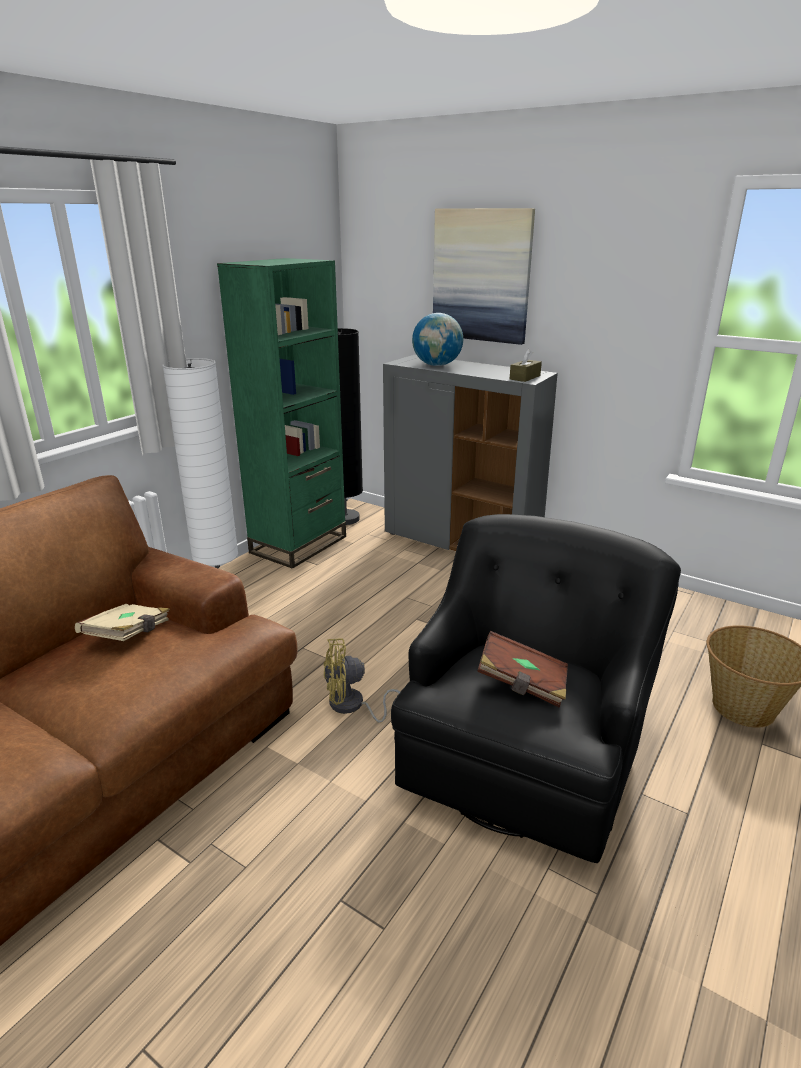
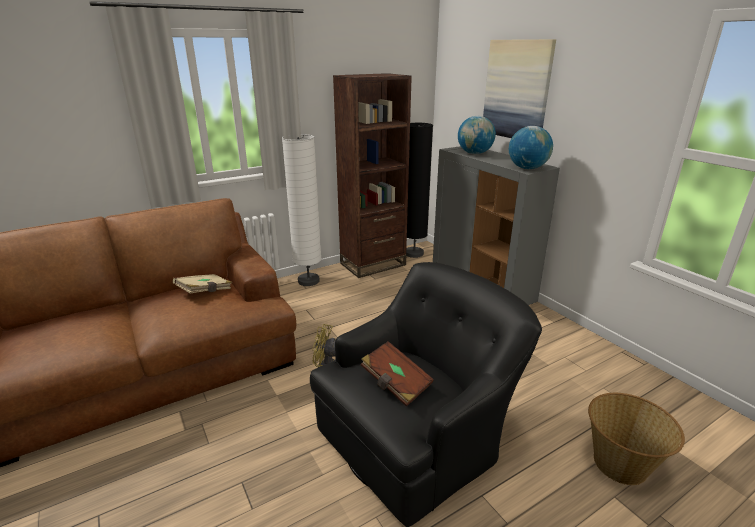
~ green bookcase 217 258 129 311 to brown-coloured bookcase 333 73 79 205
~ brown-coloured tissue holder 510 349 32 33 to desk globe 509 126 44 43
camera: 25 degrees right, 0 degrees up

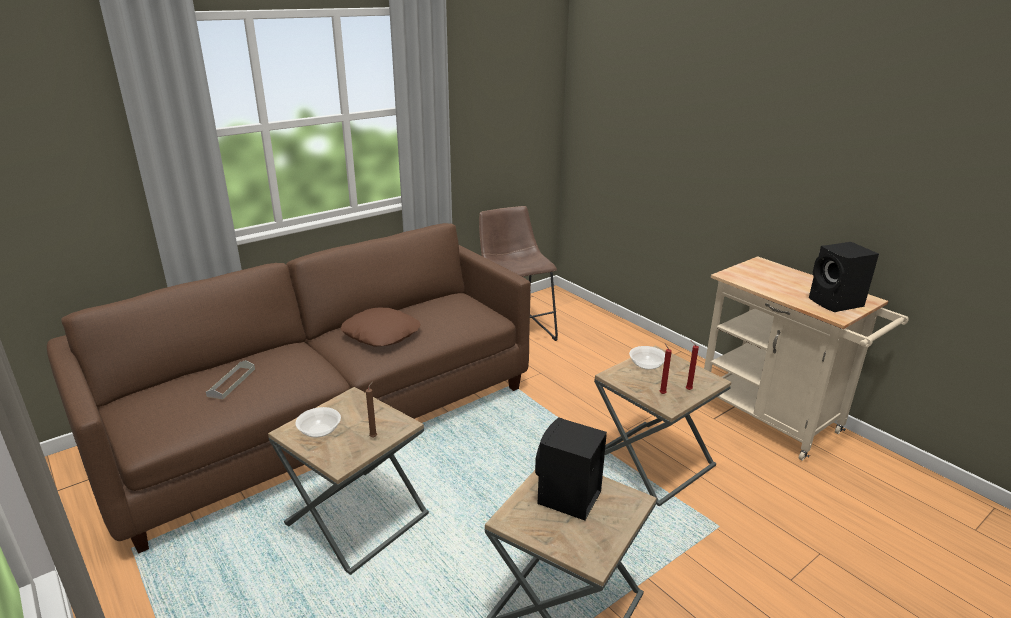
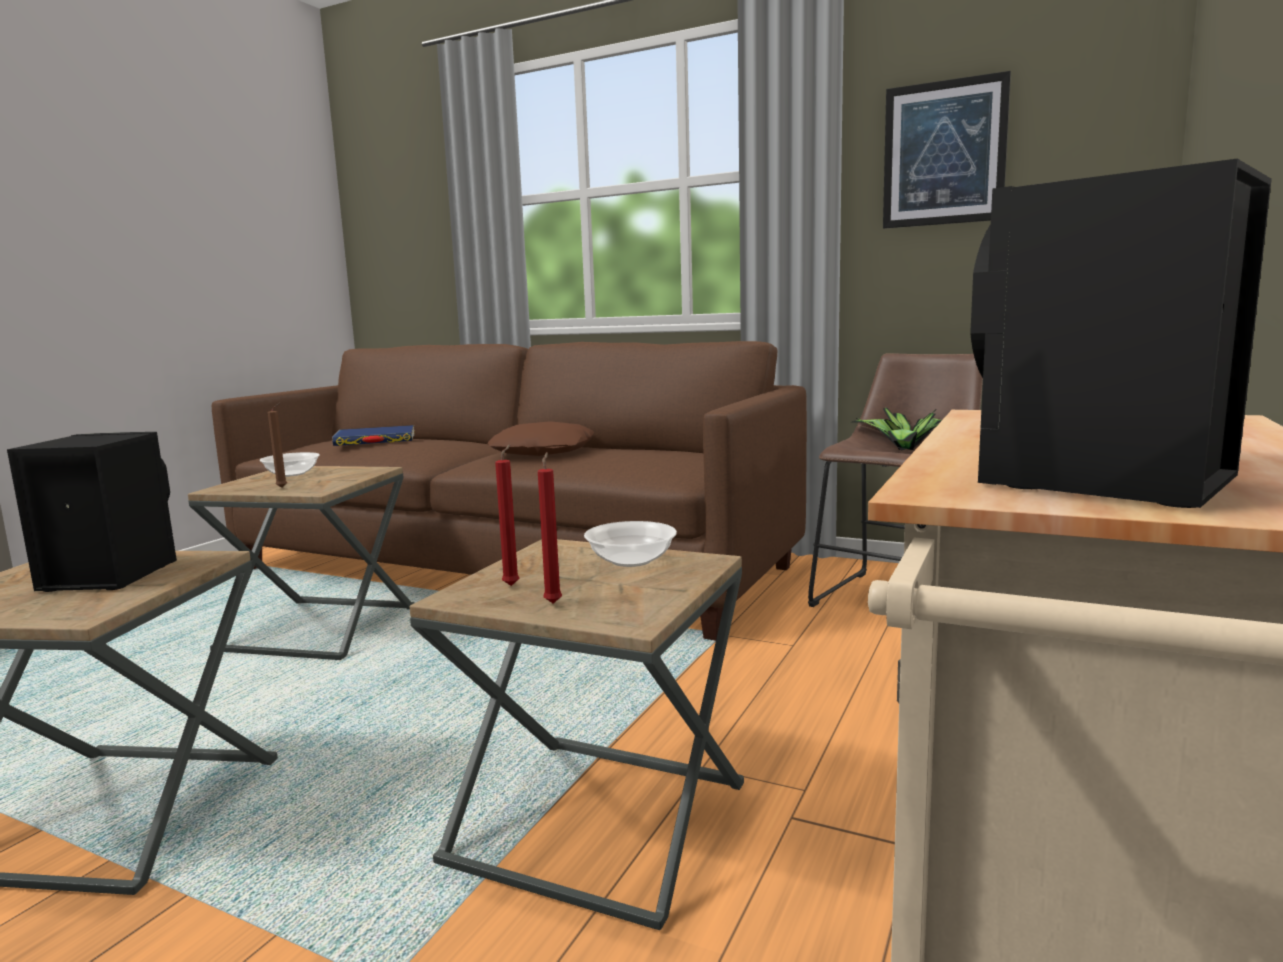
~ gray tray 206 360 49 39 to blue-coloured bound book 332 425 82 21
+ plant in a pot 852 408 90 43
+ picture 883 71 128 158
camera: 65 degrees right, 15 degrees down

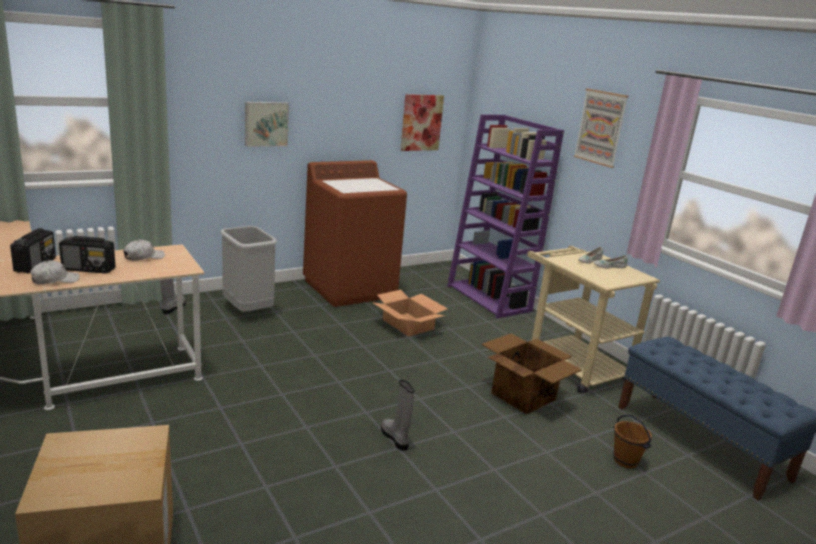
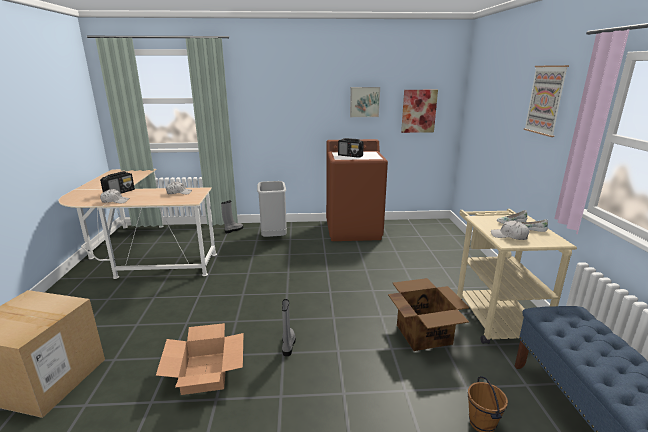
~ cardboard box 372 290 76 46 to 156 323 88 72
~ radio receiver 59 236 56 38 to 338 138 26 20
~ picture 245 102 44 45 to 350 87 30 30
+ white baseball cap 491 221 38 19
- purple-coloured bookcase 447 114 117 204
camera: 30 degrees right, 0 degrees up

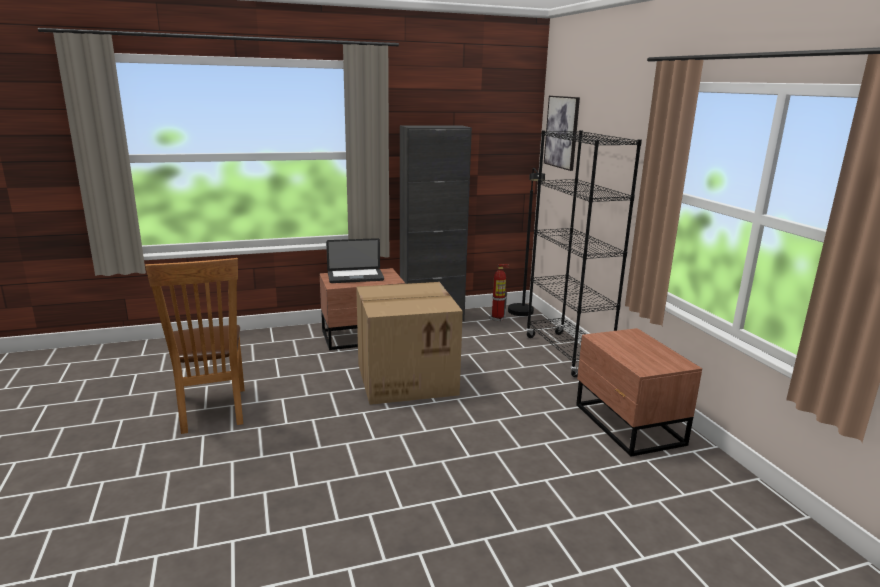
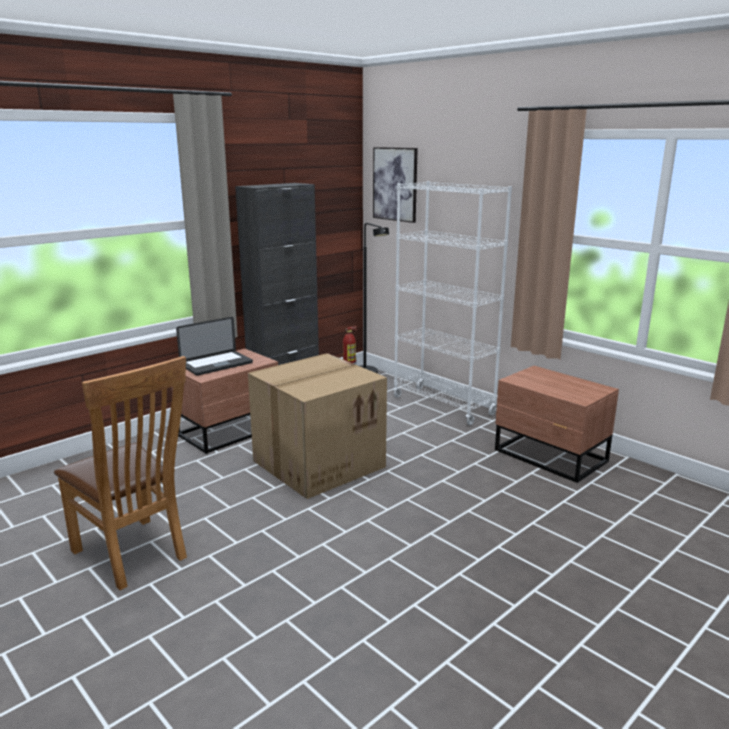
~ blackish bookcase 526 130 116 247 to white bookcase 393 181 119 244
camera: 25 degrees left, 0 degrees up

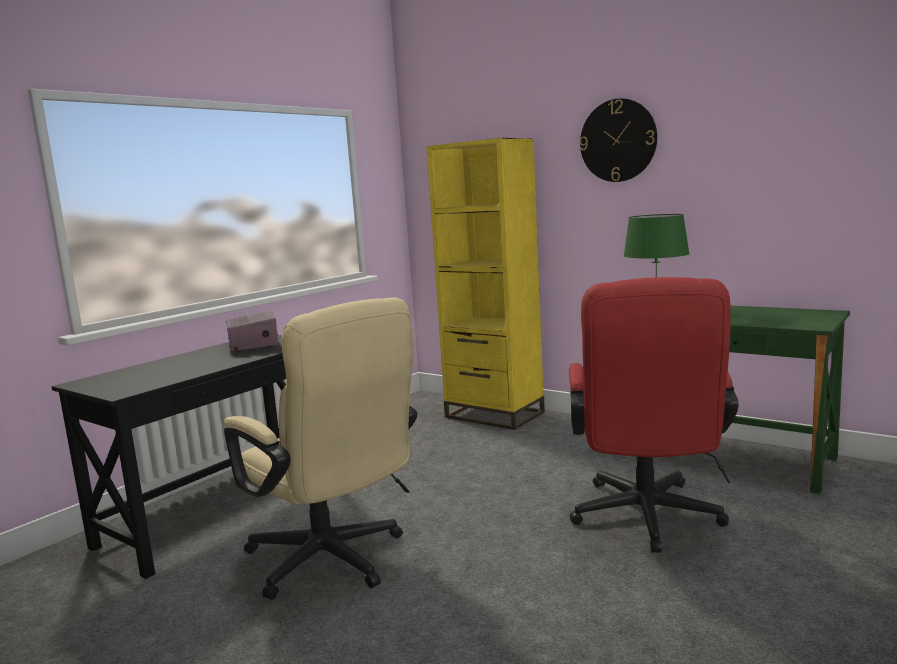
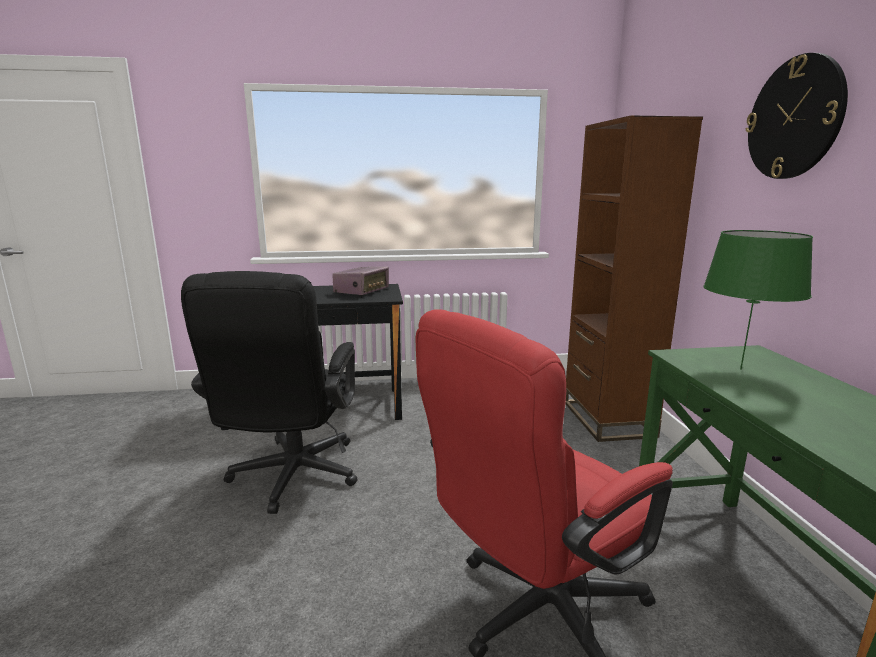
~ beige-coloured computer chair 224 298 193 302 to blackish computer chair 181 271 176 243
~ yellowish bookcase 427 138 118 292 to brown-coloured bookcase 566 115 137 327
camera: 45 degrees right, 5 degrees up

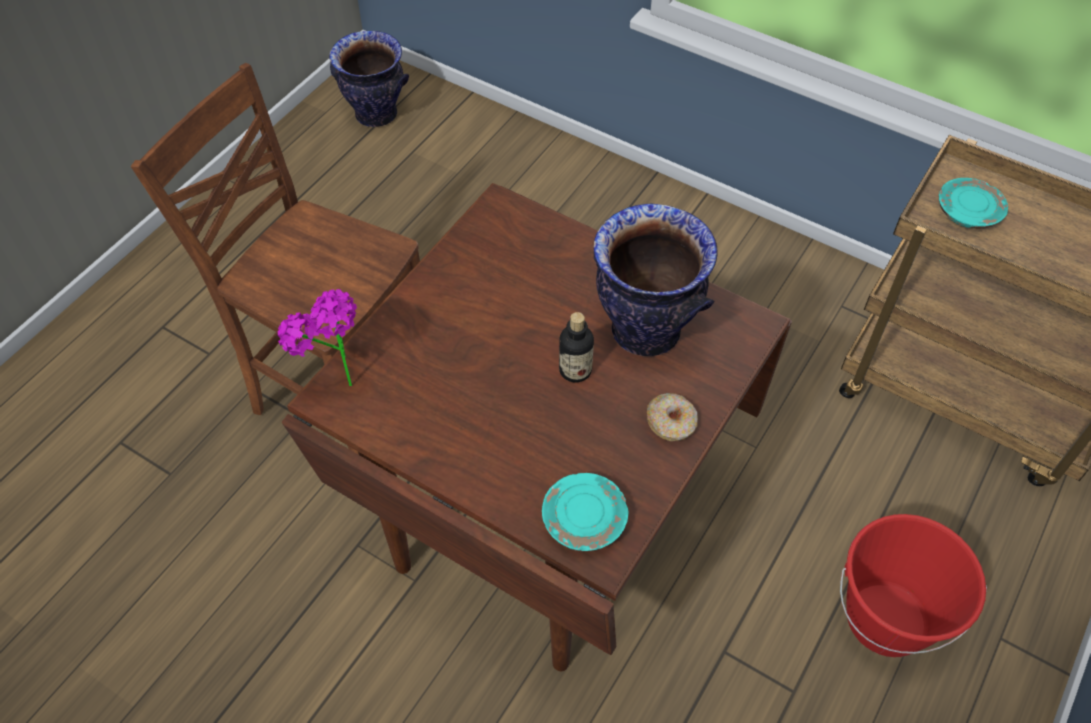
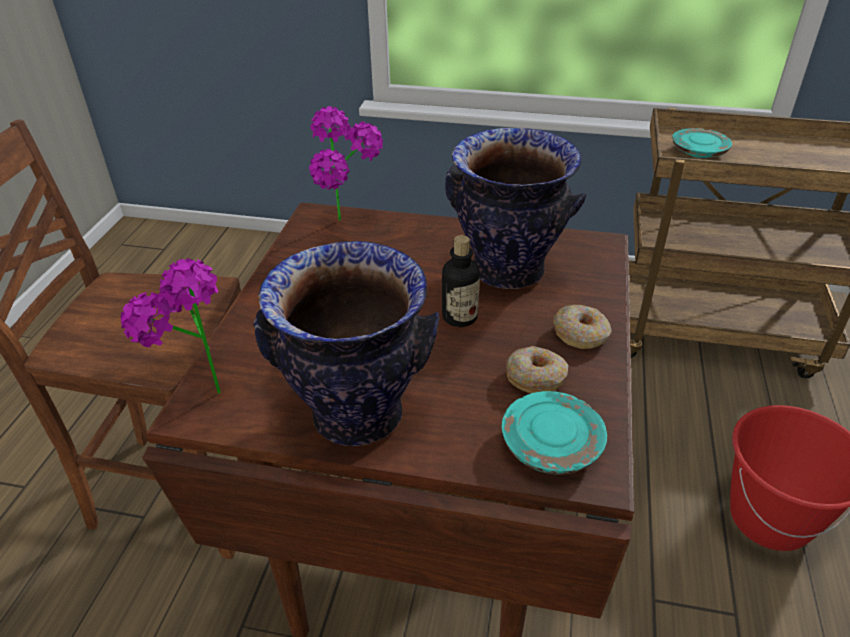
~ flower vase 329 31 80 96 to 254 241 186 205
+ plant in a pot 309 106 74 115
+ doughnut 506 346 62 47
camera: 20 degrees left, 15 degrees down

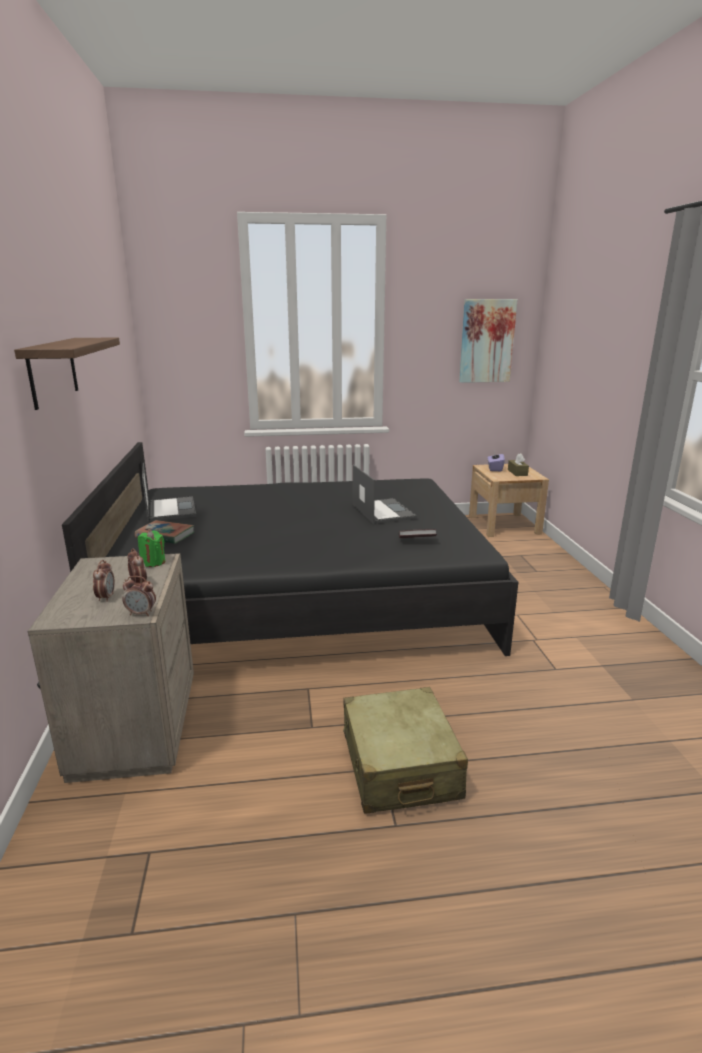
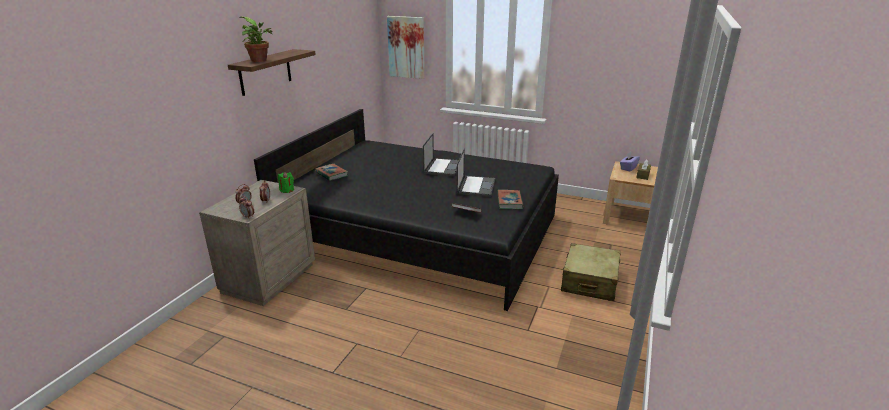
+ plant in a pot 239 17 33 45
~ picture 459 299 59 84 to 387 16 38 63
~ laptop 142 463 54 58 to 423 133 35 43
+ bound book 498 190 26 19
~ beige-coloured travel case 343 687 125 127 to 561 243 59 58
camera: 30 degrees right, 5 degrees up

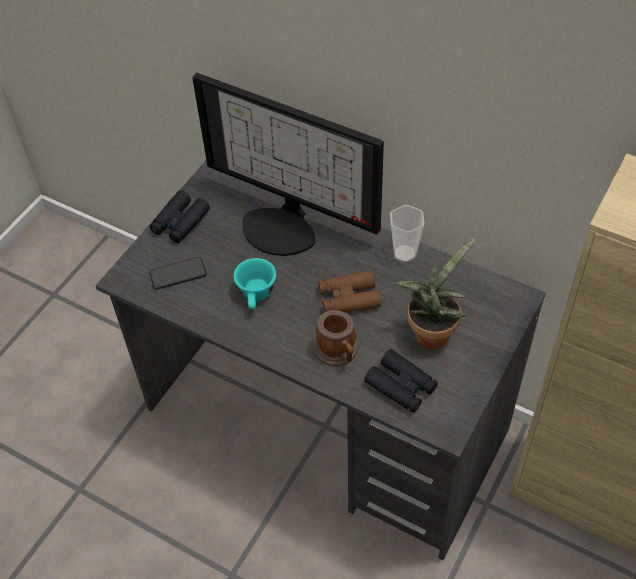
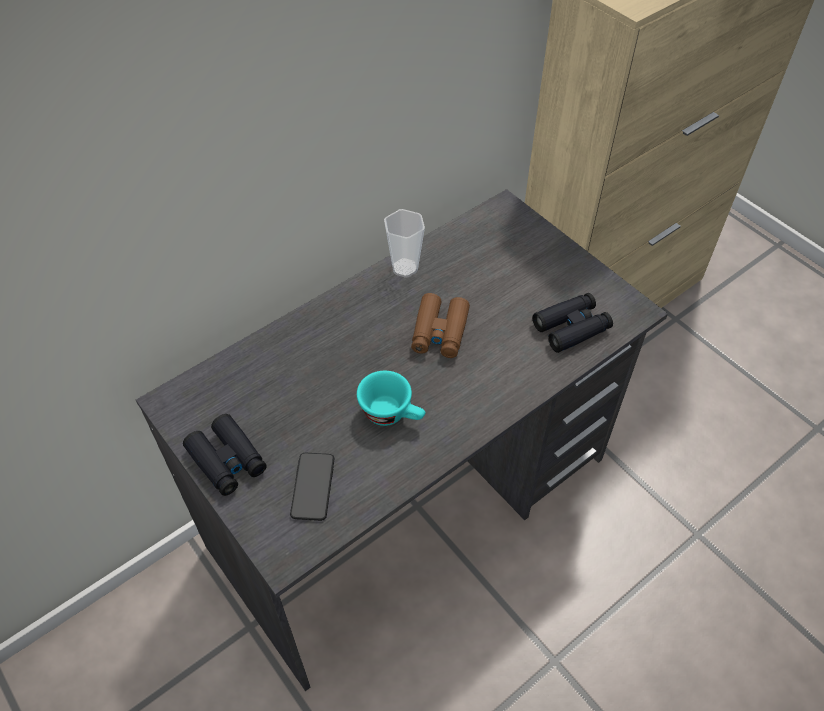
- monitor 192 73 192 183
- coffee mug 315 310 43 56
- plant in a pot 395 239 80 111
camera: 70 degrees left, 0 degrees up

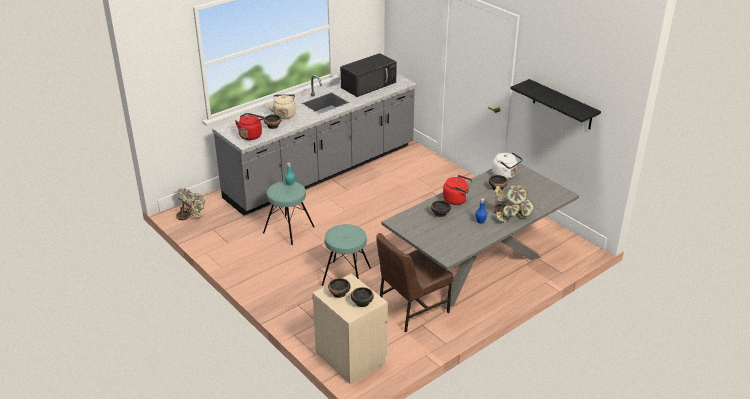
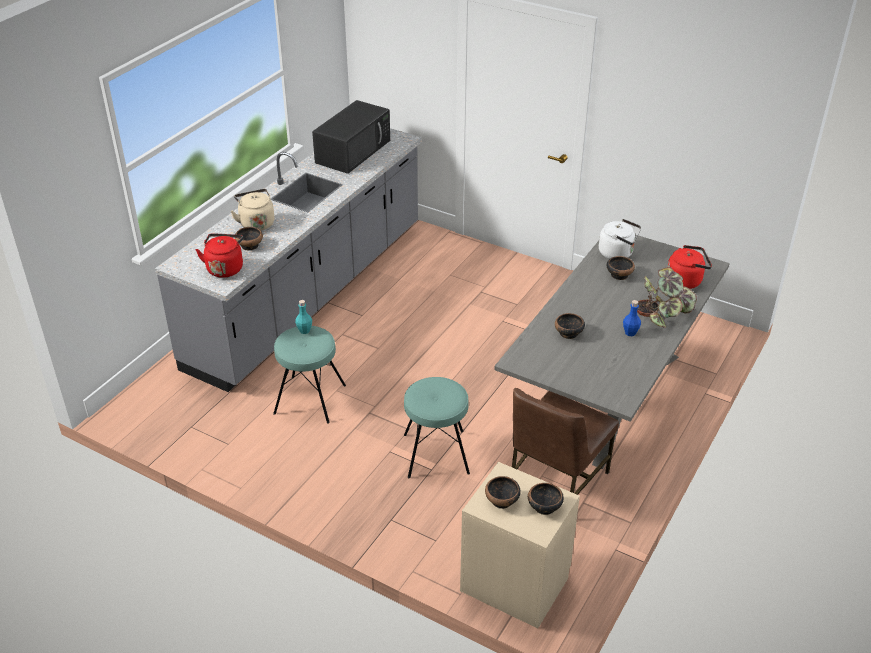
~ red water kettle 443 175 29 30 to 668 245 44 44
- plant in a pot 176 189 29 31
- blackish wall shelf 510 79 91 50
camera: 20 degrees left, 5 degrees up

